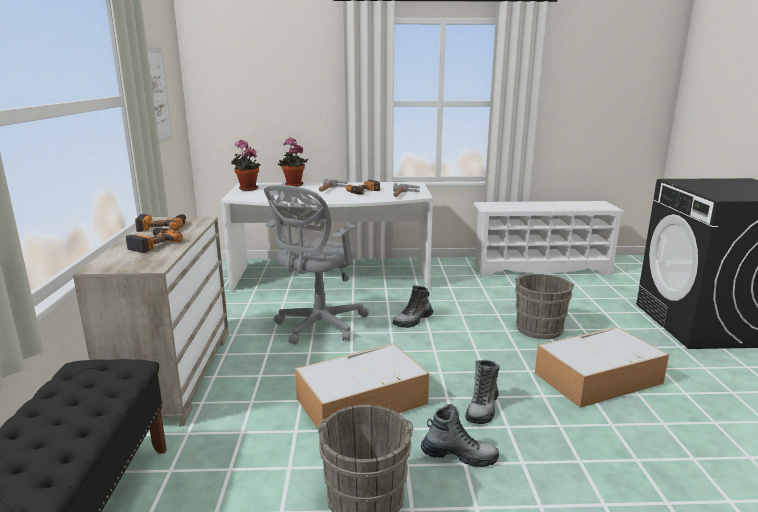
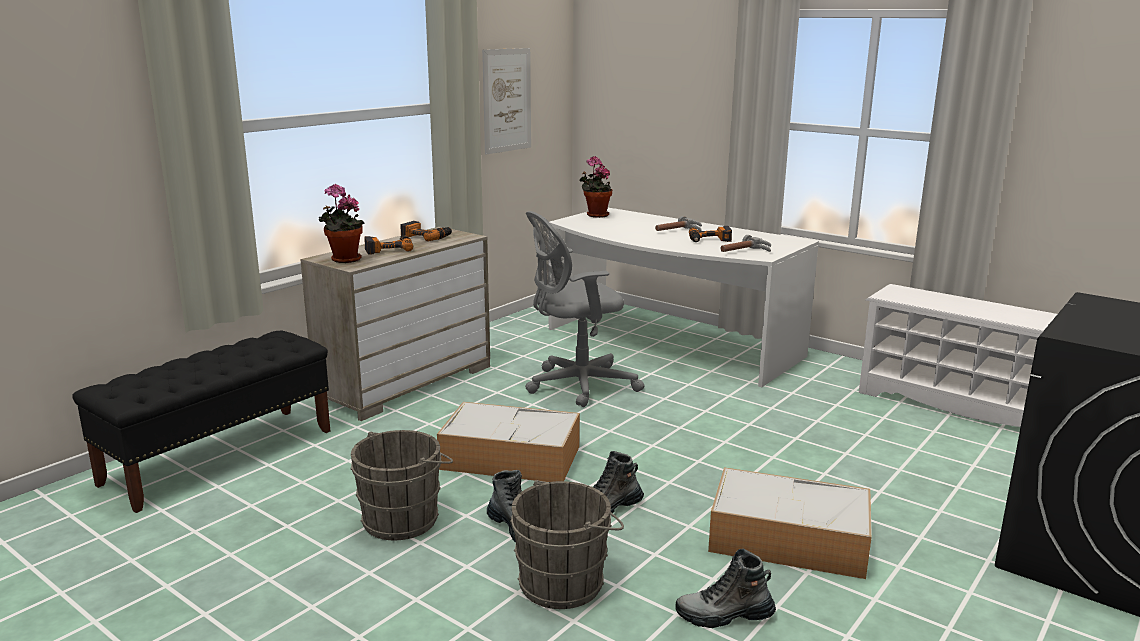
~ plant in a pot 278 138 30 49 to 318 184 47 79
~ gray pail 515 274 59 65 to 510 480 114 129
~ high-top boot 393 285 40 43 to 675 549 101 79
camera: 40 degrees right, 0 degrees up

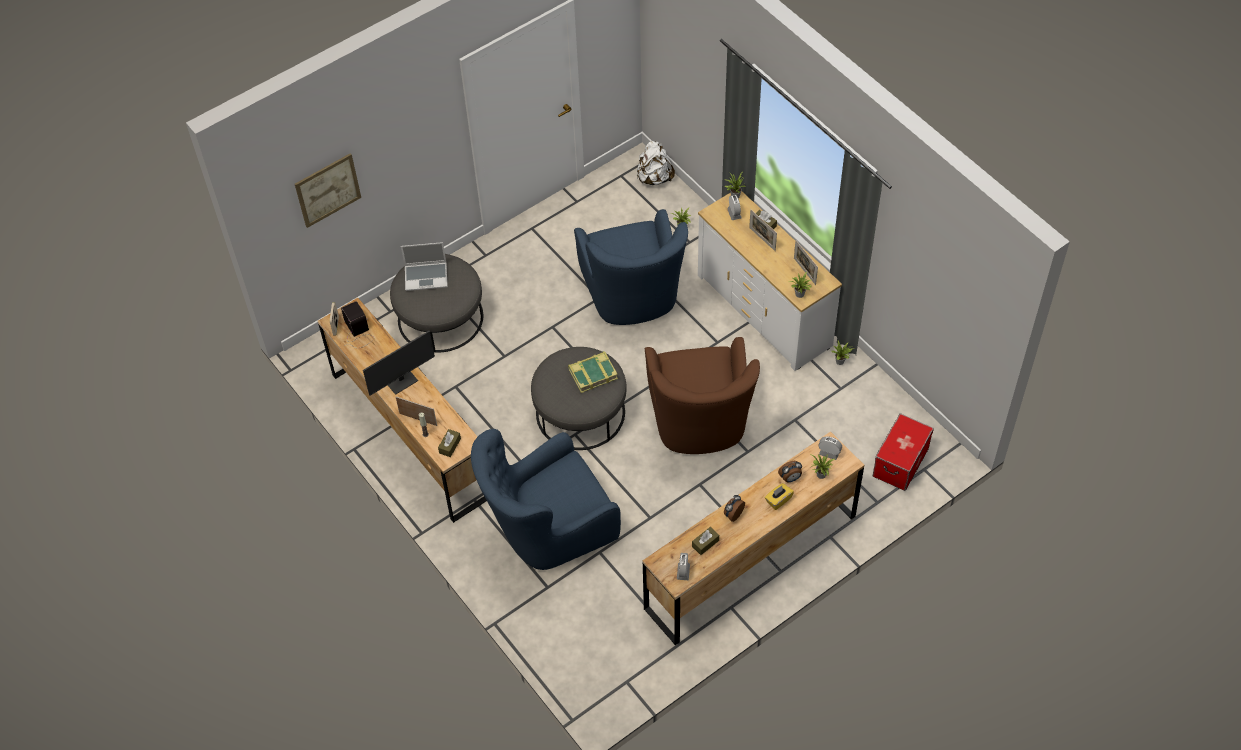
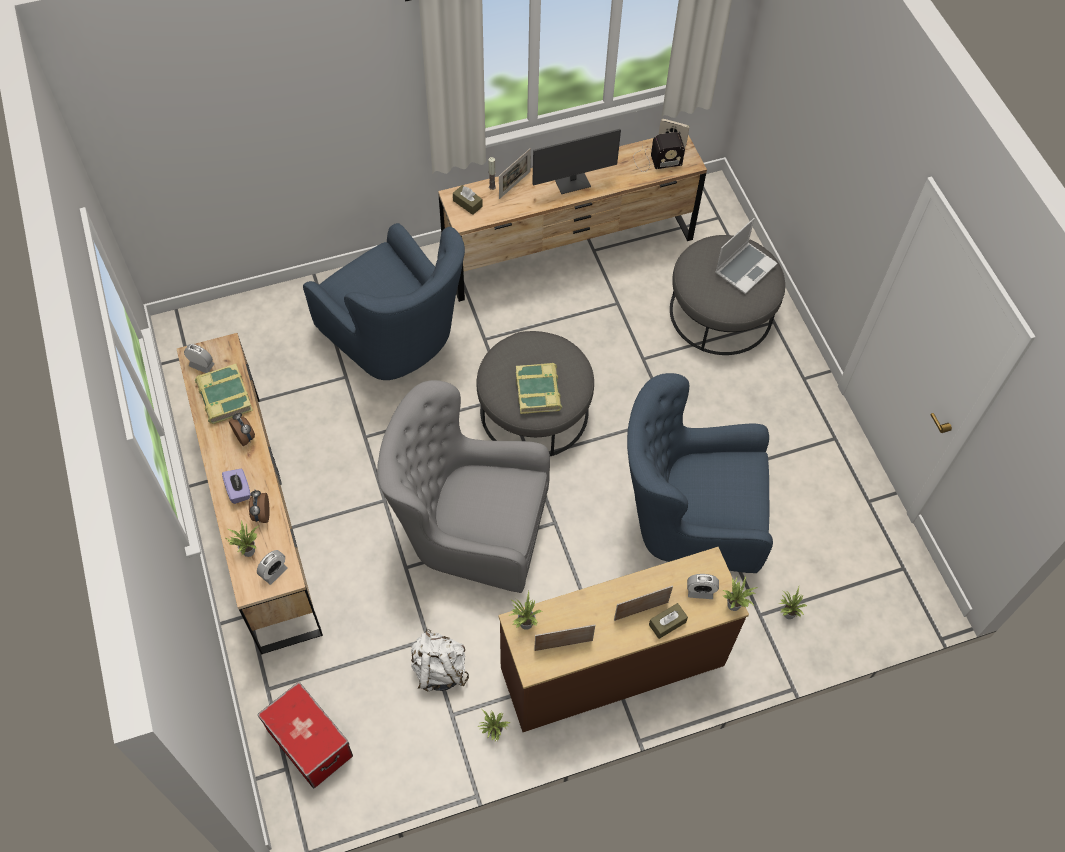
~ brown-coloured tissue holder 692 527 27 28 to bound book 195 364 58 60
~ yellowish tissue holder 765 483 29 27 to purple-coloured tissue holder 222 469 29 35
~ blue-coloured easy chair 471 429 150 141 = 303 223 162 157 150 degrees clockwise
~ brown-coloured easy chair 645 337 115 117 to gray easy chair 377 380 173 213
~ white backpack 637 141 38 45 to 411 629 58 62
~ white dresser 698 191 144 180 to brown-coloured dresser 498 547 251 185
~ monitor 363 331 72 65 = 532 129 89 65 90 degrees counterclockwise
~ laptop 401 242 47 49 = 715 218 63 76 150 degrees counterclockwise
- picture 295 153 66 75
camera: 105 degrees right, 5 degrees up

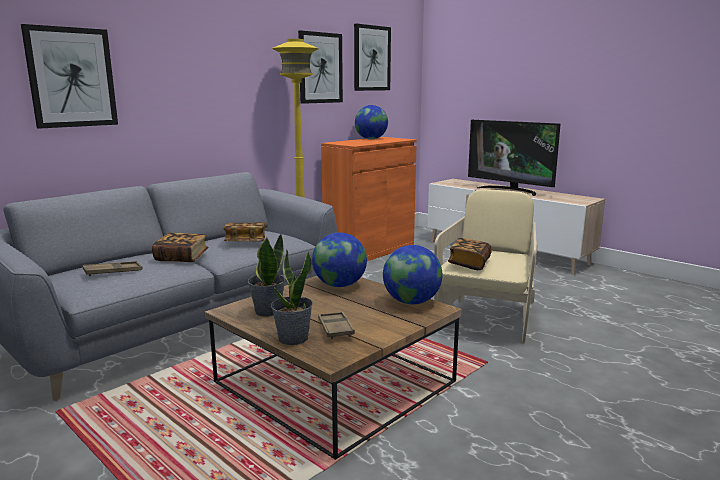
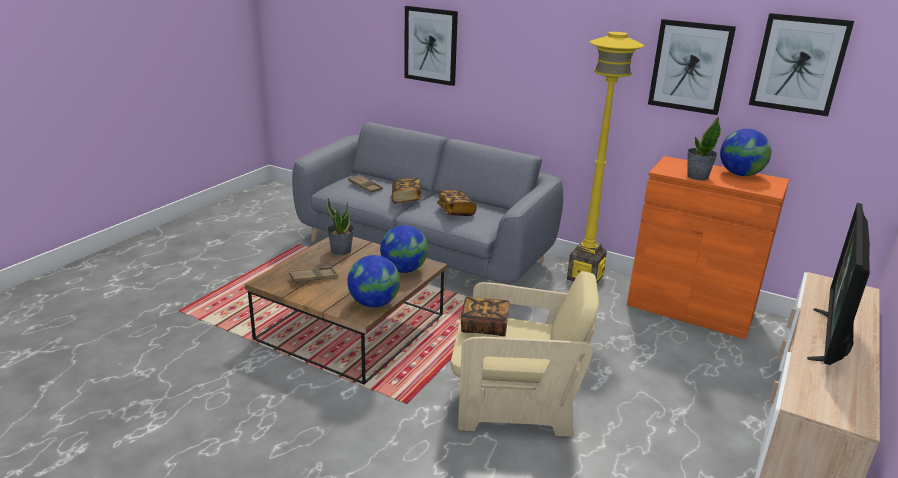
~ plant in a pot 271 249 42 96 to 687 116 34 64
camera: 75 degrees right, 10 degrees up

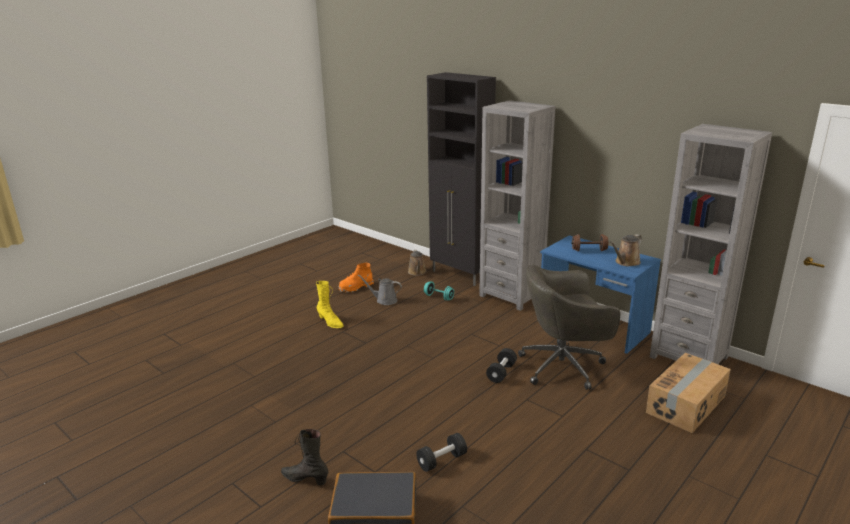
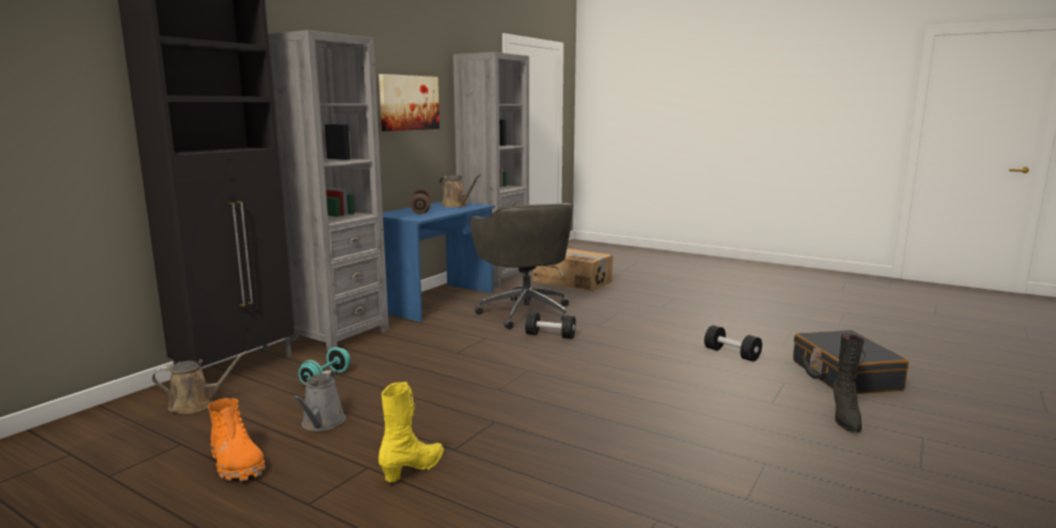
+ picture 379 74 61 57
camera: 100 degrees left, 10 degrees down

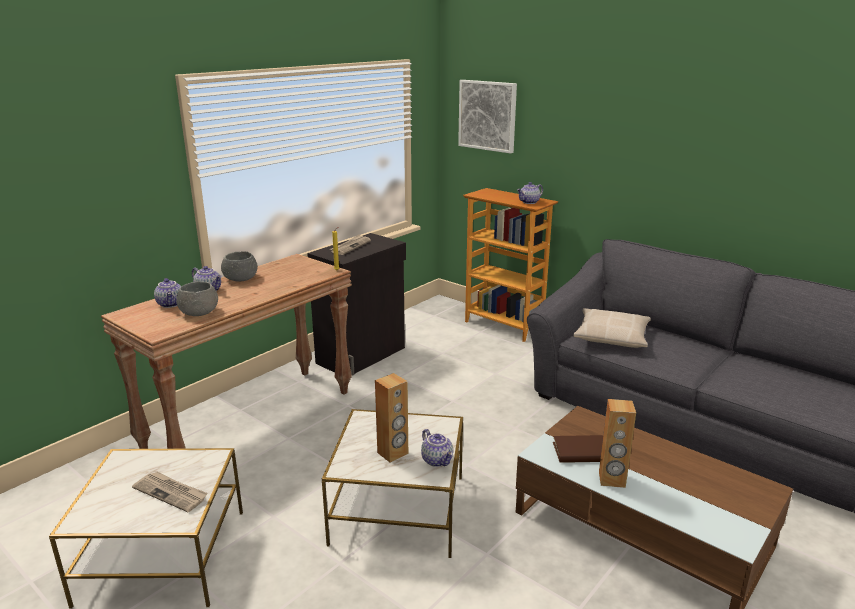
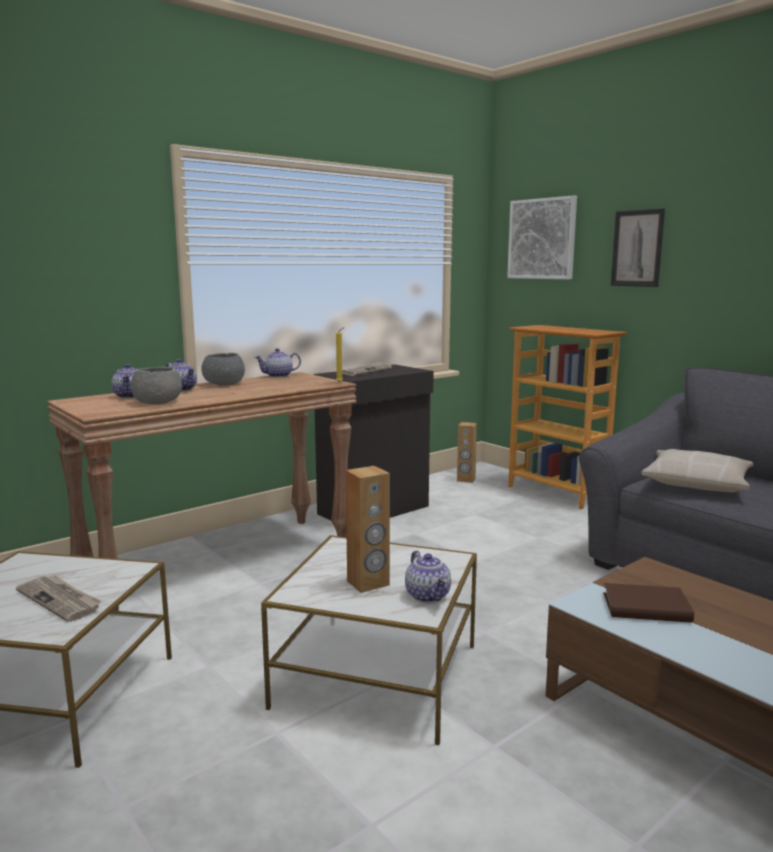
~ tea pot 517 182 26 22 to 255 348 46 30
~ brown-coloured loudspeaker 599 399 37 89 to 457 422 20 61
+ picture 611 208 54 79
camera: 10 degrees right, 10 degrees down

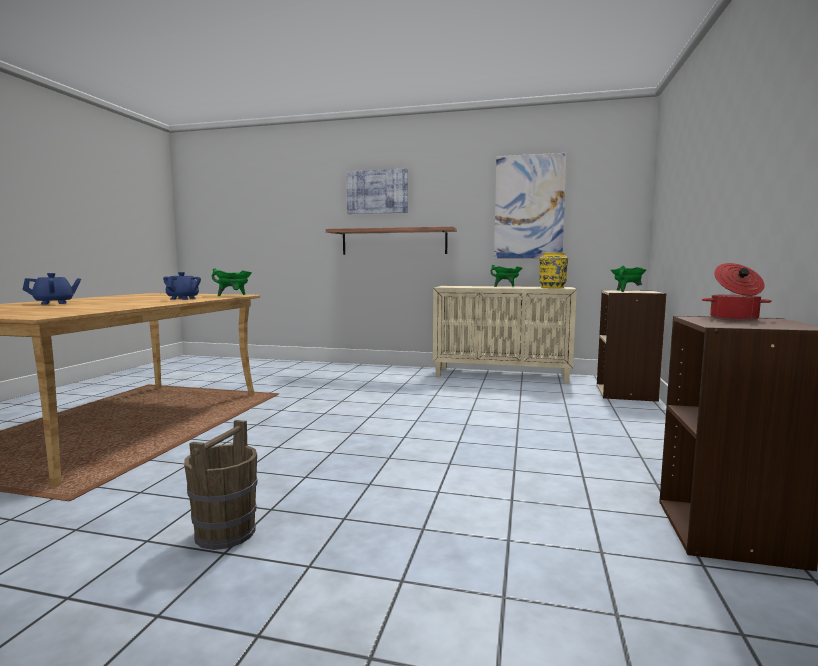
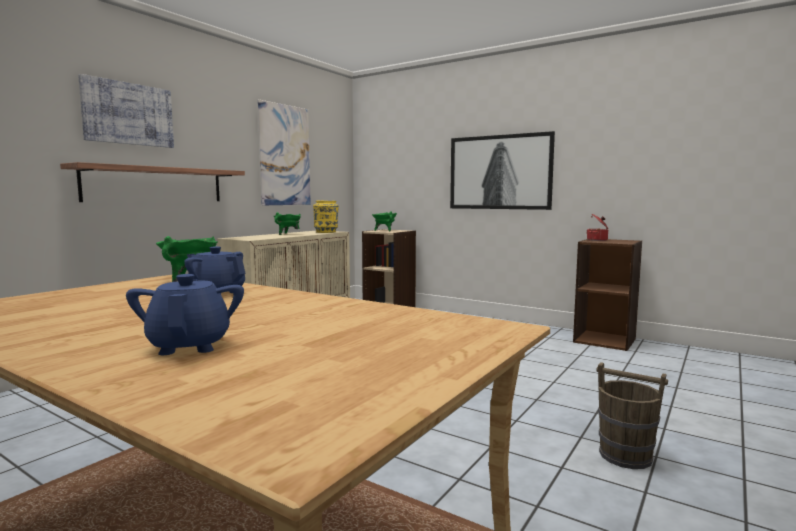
+ picture 450 131 105 79
camera: 70 degrees left, 0 degrees up

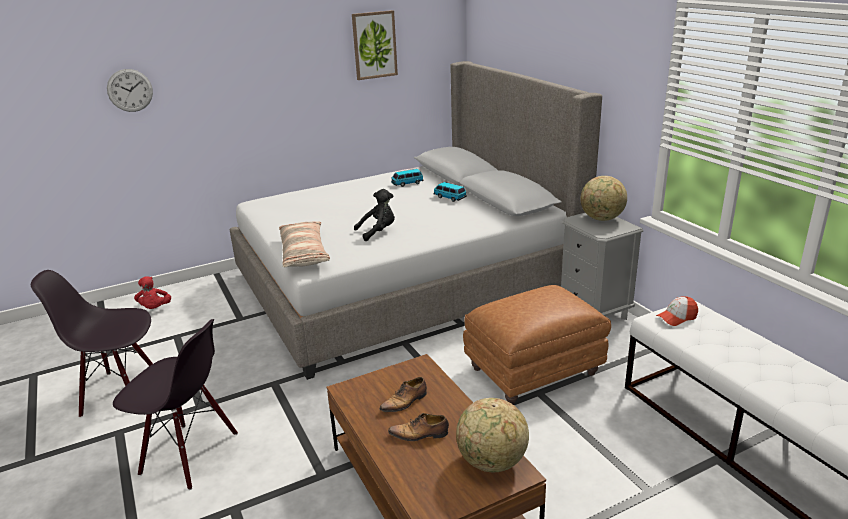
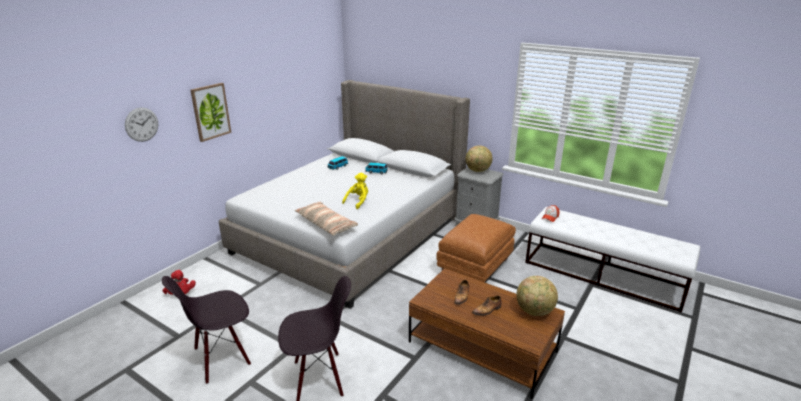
~ picture 352 10 46 70 to 190 83 41 59
~ blackish plush toy 354 189 41 52 to yellowish plush toy 342 173 26 36
camera: 30 degrees left, 0 degrees up

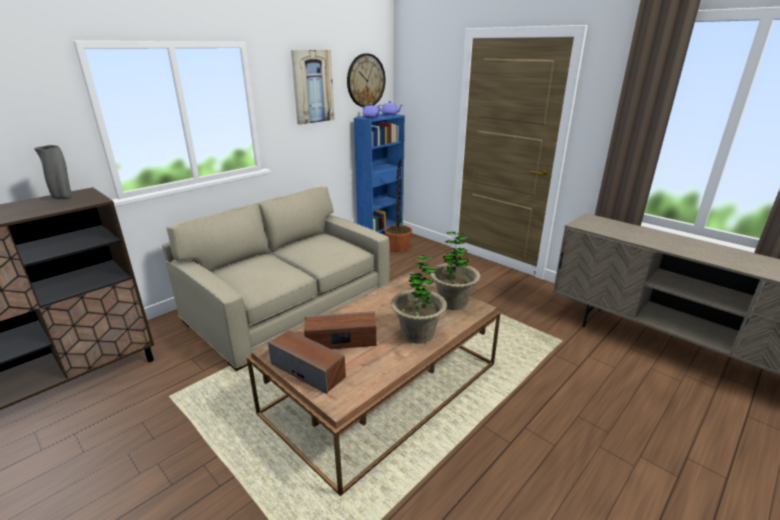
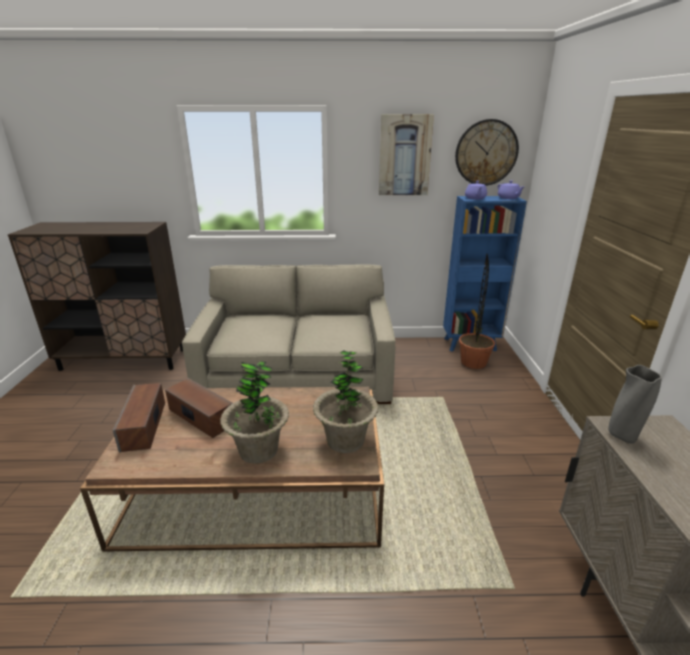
~ gray flower vase 34 145 38 54 to 608 365 54 78
camera: 45 degrees right, 0 degrees up

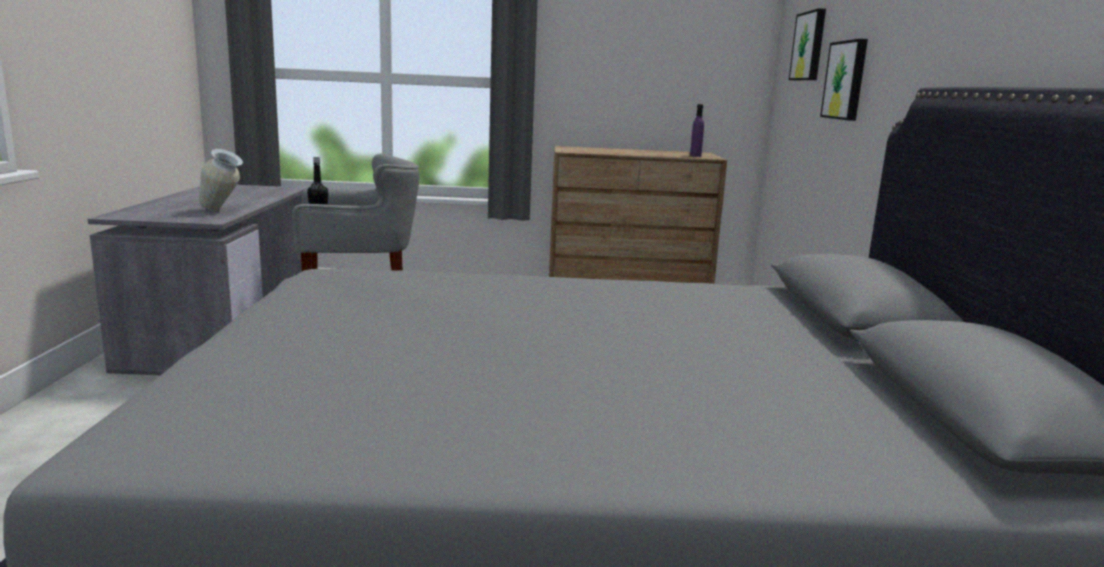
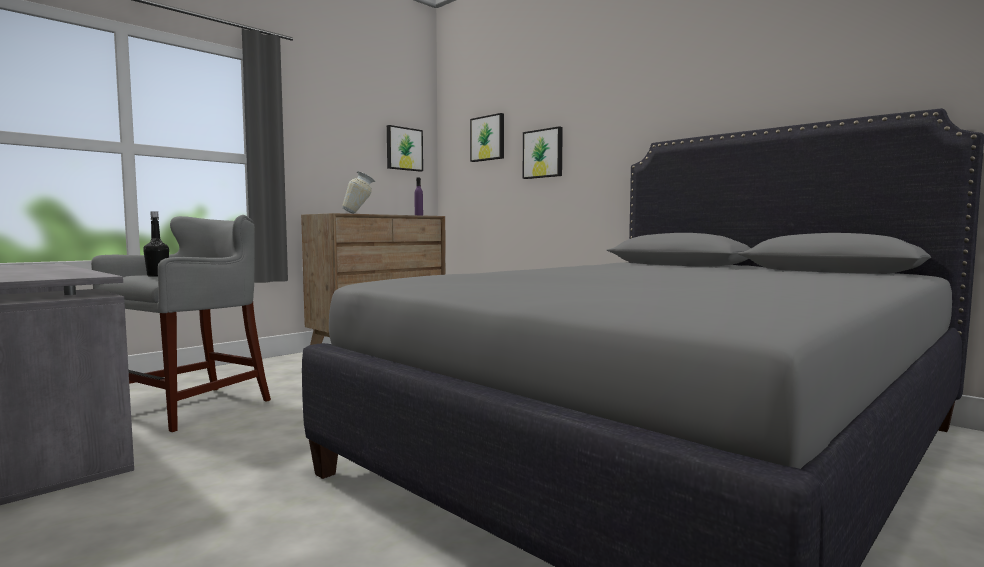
~ flower vase 199 149 44 62 to 342 171 33 43
+ picture 387 125 36 47
camera: 45 degrees left, 10 degrees down

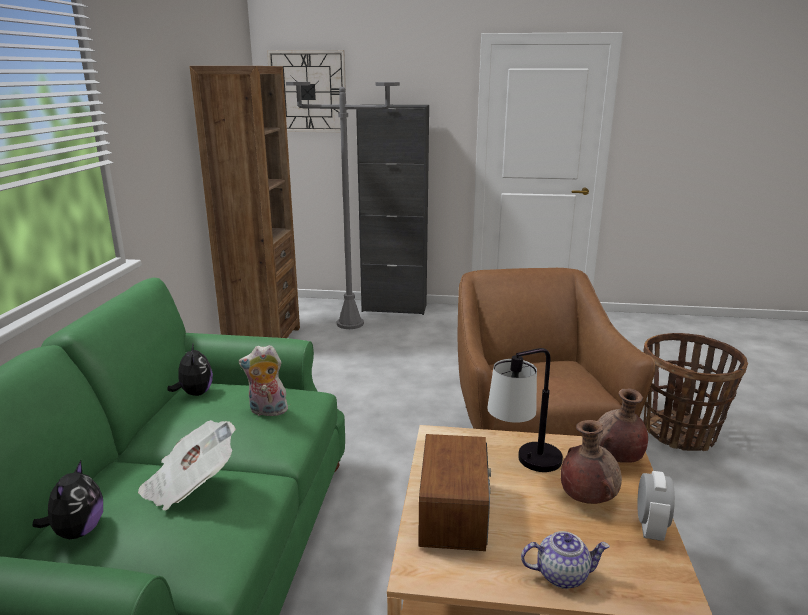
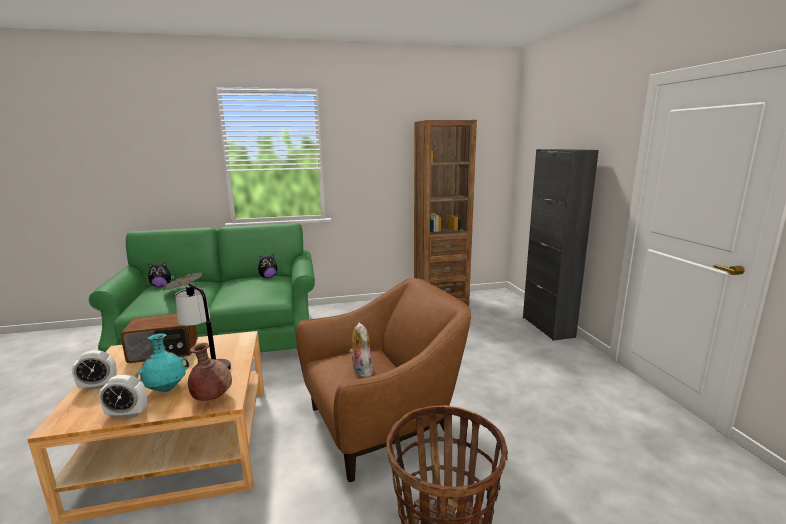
~ tea pot 521 531 89 58 to alarm clock 72 350 45 41
~ brown-coloured flower vase 561 420 61 84 to turquoise-coloured flower vase 135 333 54 59
~ plush toy 239 345 49 71 to 349 323 24 54
- wall clock 267 50 79 82
- gray standard lamp 286 82 114 247
camera: 70 degrees right, 5 degrees down

